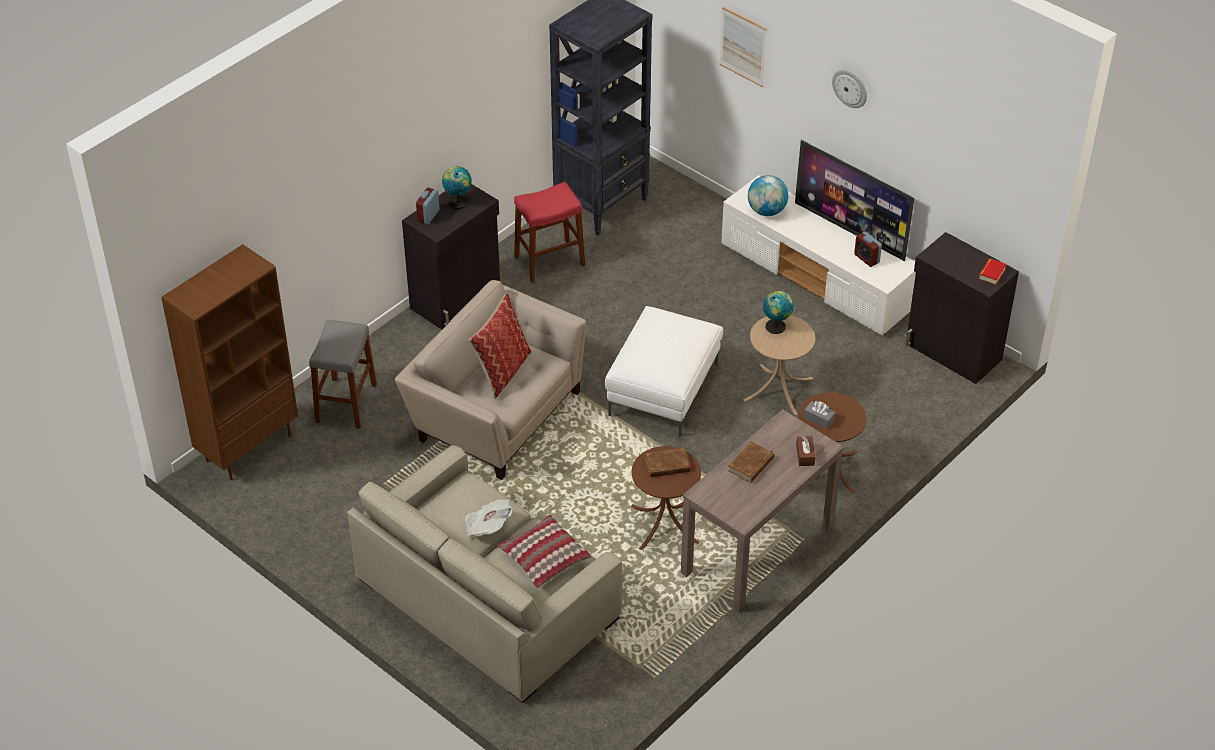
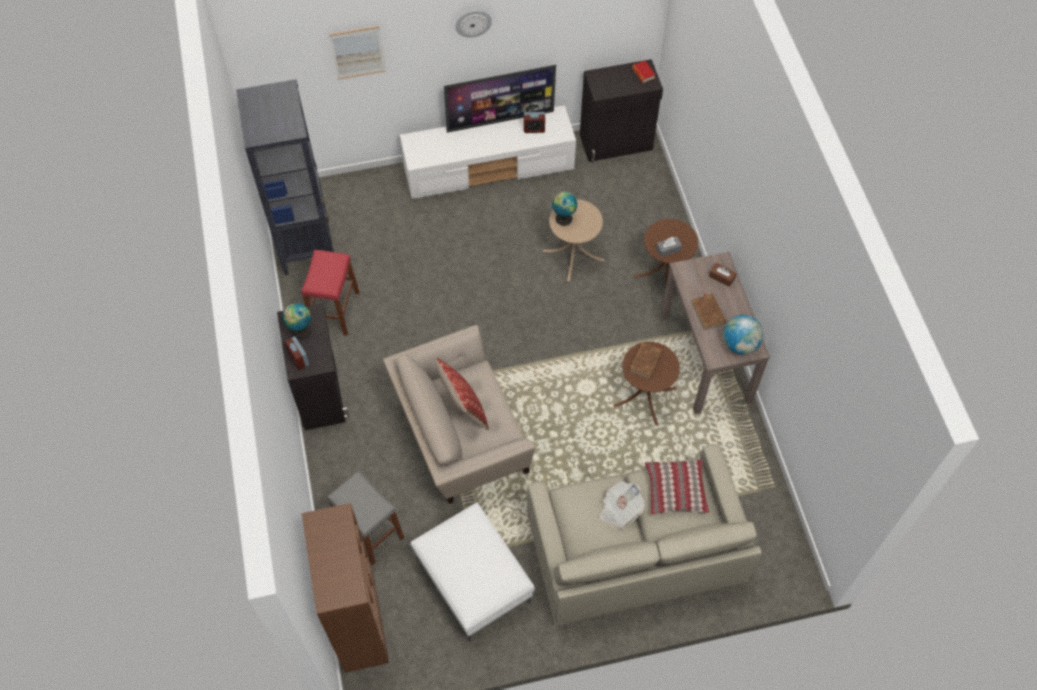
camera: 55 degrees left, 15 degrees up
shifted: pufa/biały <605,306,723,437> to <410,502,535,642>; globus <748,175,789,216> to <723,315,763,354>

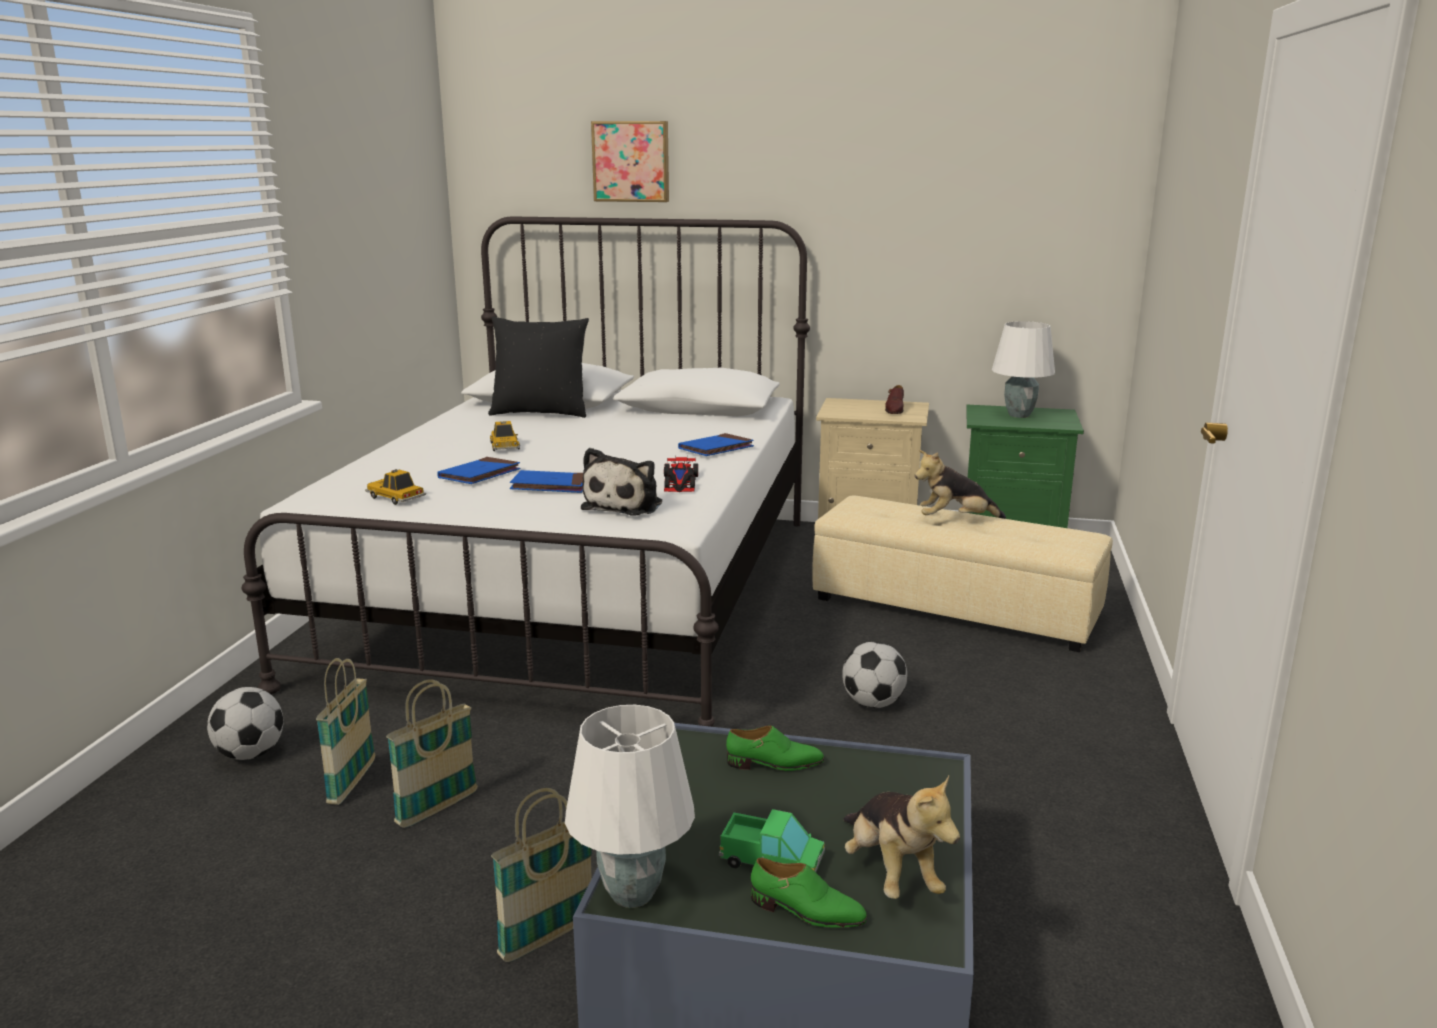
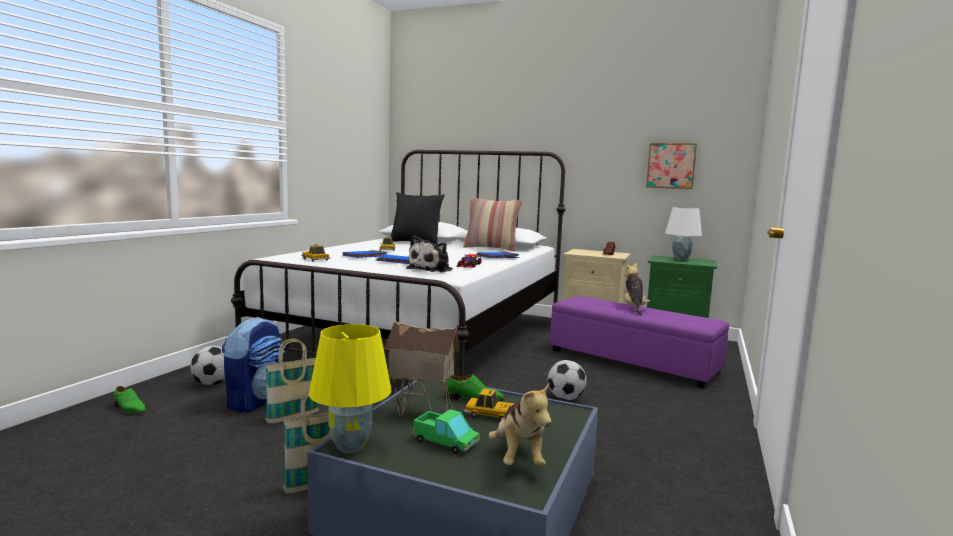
camera: 10 degrees right, 10 degrees down
new: domek <384,321,459,417>; poduszka <463,198,522,252>; samochodzik <464,389,514,421>
shifted: but/zielony <751,858,867,928> to <114,386,146,414>; obraz <591,121,669,202> to <646,143,697,189>
swapped: koszyk <316,658,375,805> to plecak <222,317,285,413>
repainted: lampa stołowa/biały <565,705,695,908> to lampa stołowa/żółty <309,324,392,453>; pufa/beżowy <812,495,1113,652> to pufa/fioletowy <550,296,729,388>
rotated: pluszak <915,450,1006,519> = <624,263,650,316> 90 degrees clockwise

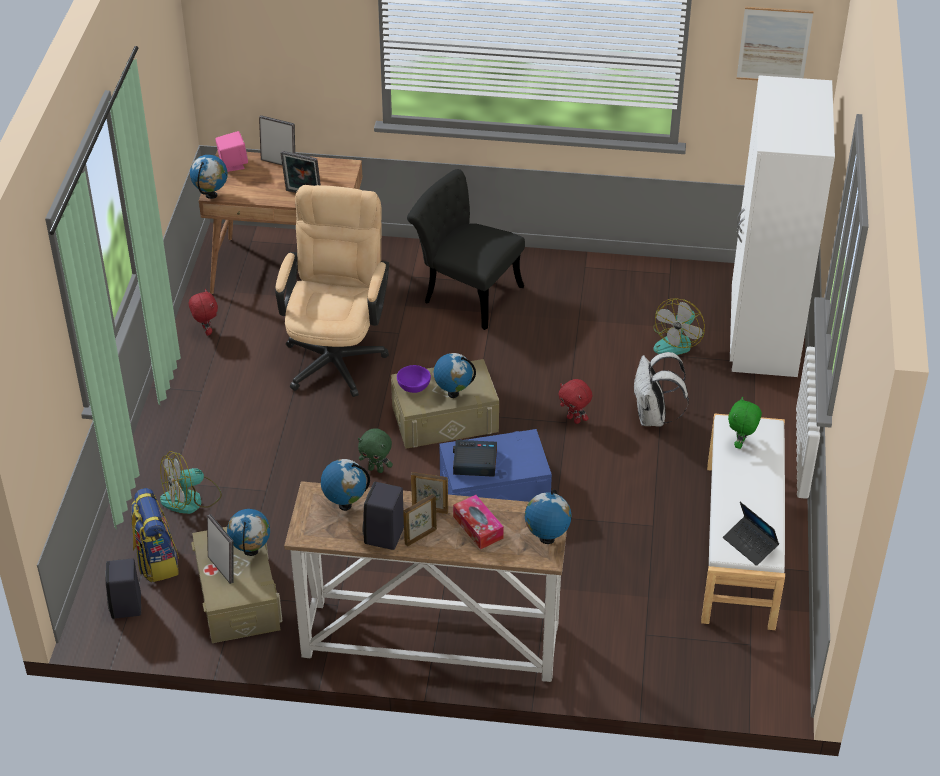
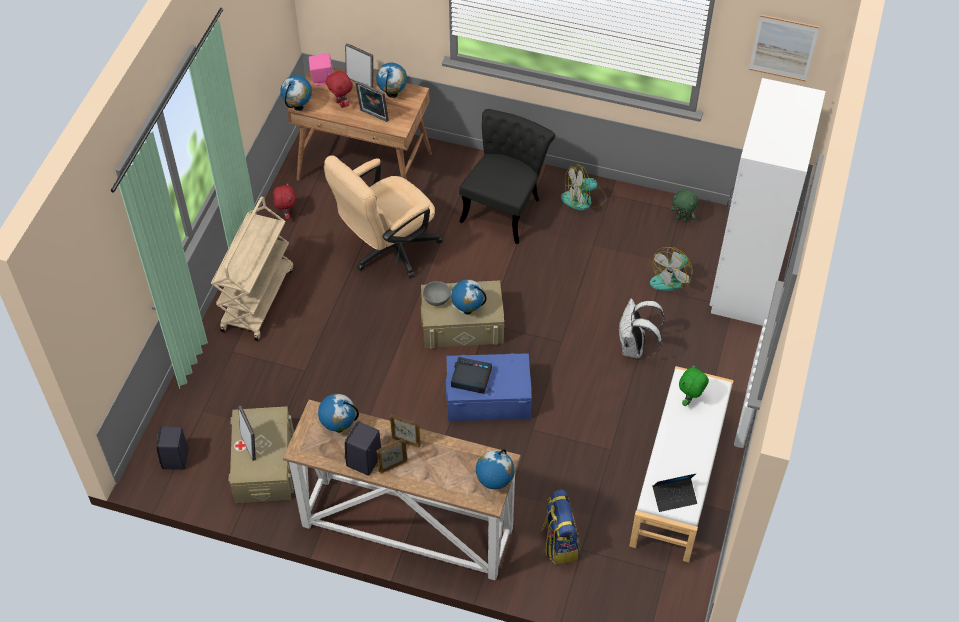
camera: 10 degrees right, 10 degrees up
gone: pudełko chusteczek <453,495,504,549>
new: wózek/beżowy <211,196,293,341>
shifted: pluszak/czerwony <558,379,592,424> to <326,71,353,108>; globus <227,509,270,556> to <376,63,407,98>; plecak <131,488,179,583> to <541,490,580,564>; wentylator <160,451,222,514> to <561,163,606,210>; pluszak/zielony <358,428,393,473> to <670,189,698,222>
repainted: miska/fioletowy <397,365,431,393> to miska/szary <423,281,451,306>
rotated: krzesło biurowe/beżowy <275,185,389,397> = <324,155,443,278> 150 degrees counterclockwise; krzesło/czarny <407,169,525,330> = <459,109,555,244> 75 degrees clockwise; laptop <723,502,779,566> = <653,474,697,512> 75 degrees counterclockwise

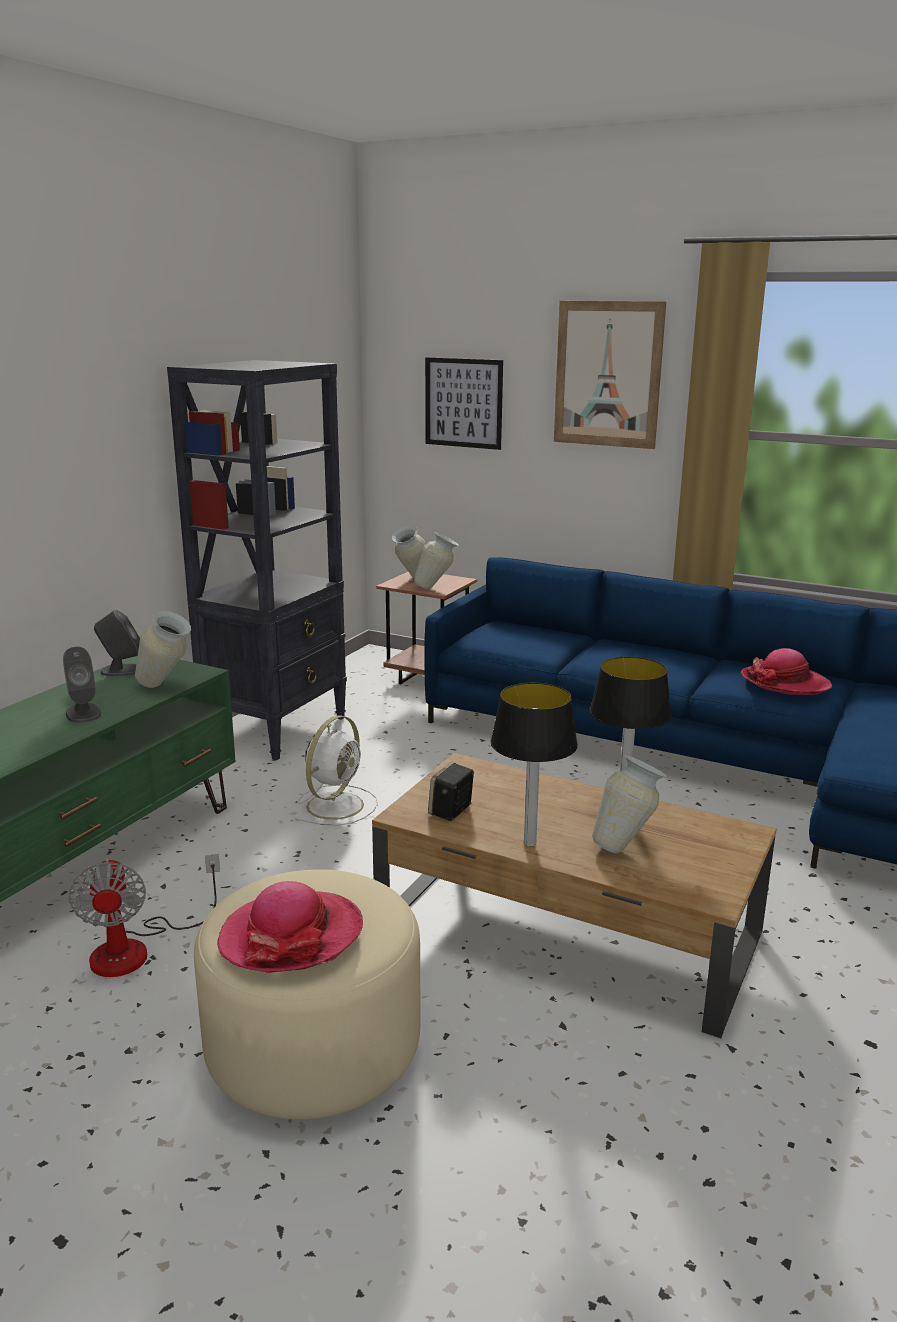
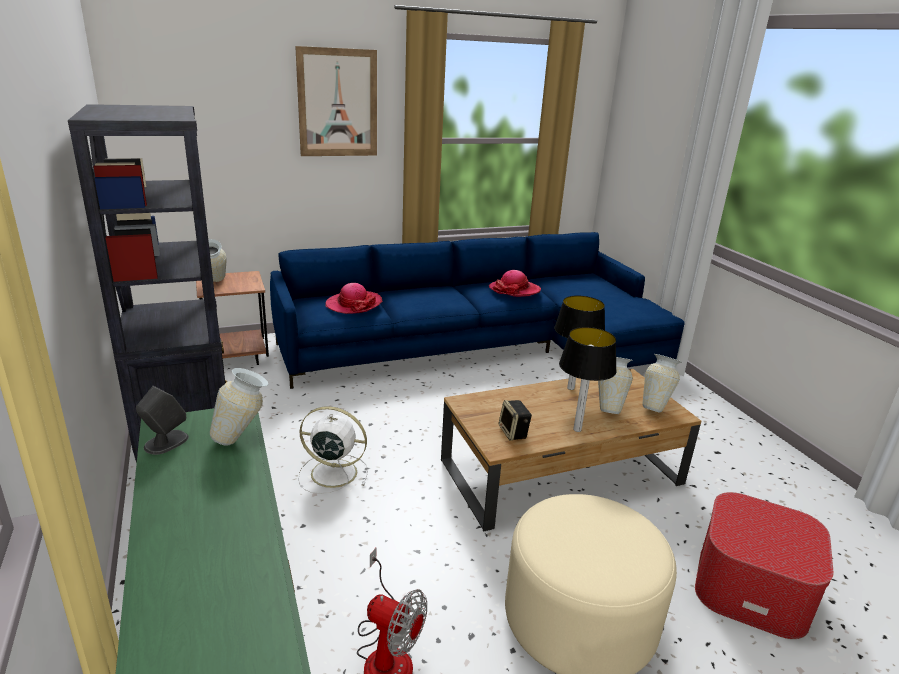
camera: 50 degrees left, 5 degrees up
gone: głośnik/szary <63,647,101,723>; obraz <425,357,503,450>
new: pufa <695,492,834,639>
shifted: kapelusz <217,881,363,973> to <325,283,383,314>; wazon <414,532,459,589> to <642,354,682,413>
rotated: wentylator/biały <296,715,378,826> = <298,406,368,494> 60 degrees counterclockwise

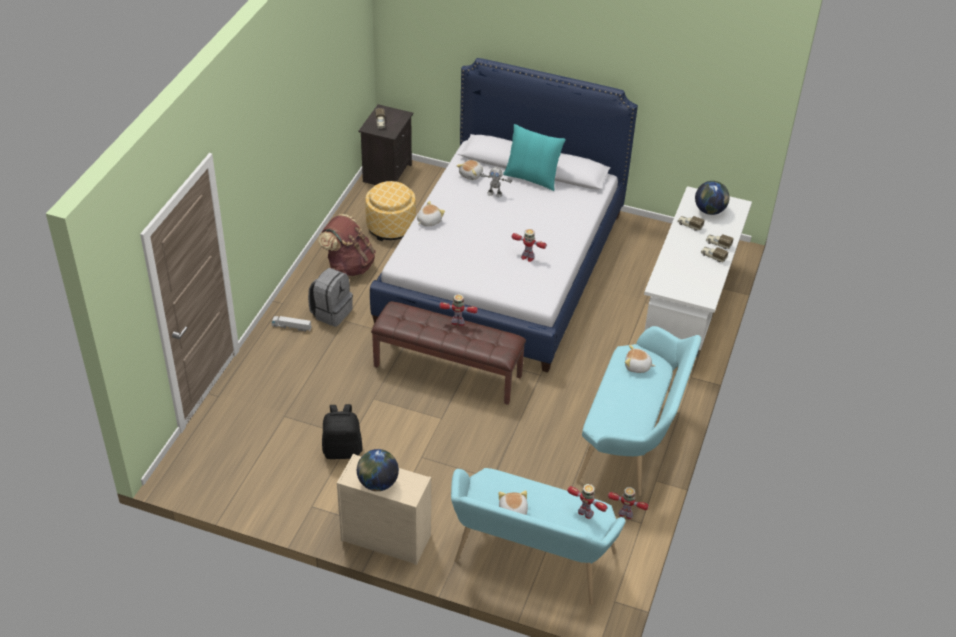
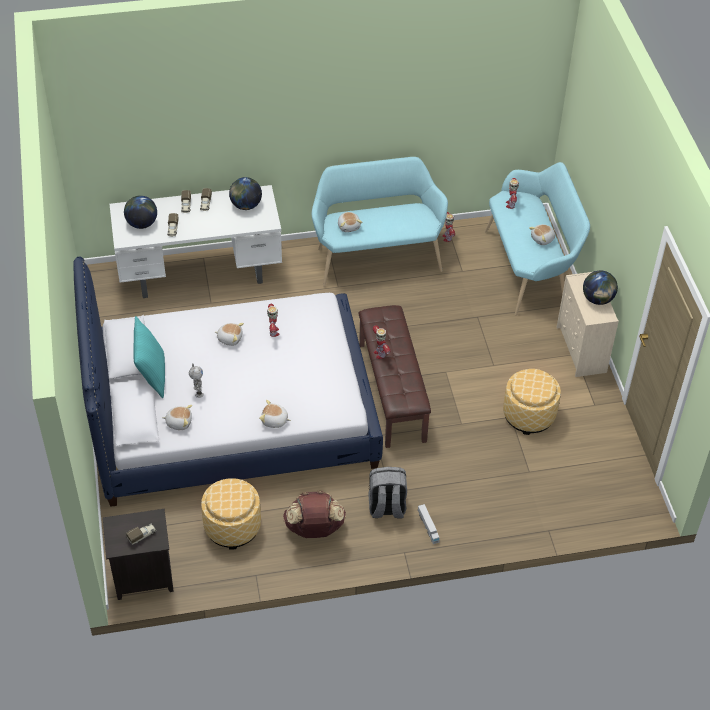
camera: 120 degrees left, 5 degrees up
new: pluszak <214,323,244,346>; globus <229,177,262,210>
swapped: plecak/czarny <322,404,363,459> to pufa <503,369,561,435>

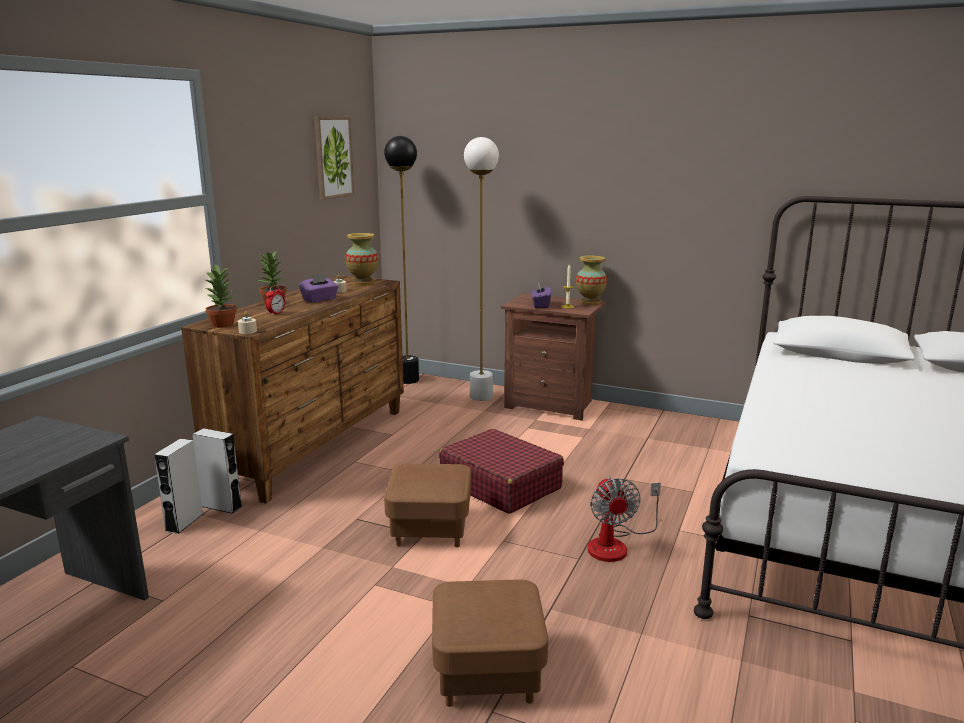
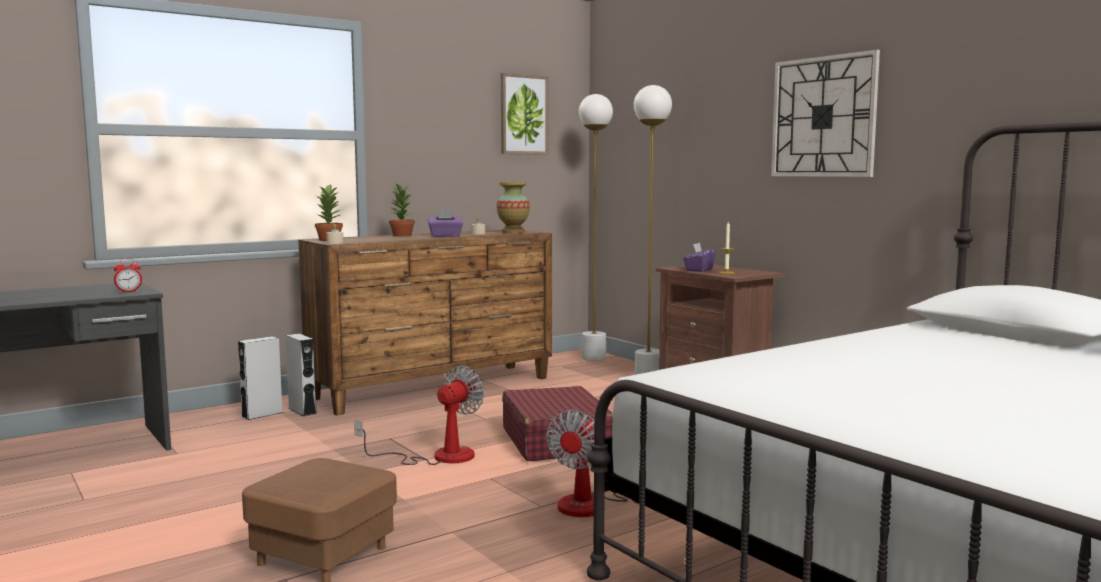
camera: 30 degrees right, 10 degrees down
gone: wazon <576,256,607,306>
new: zegar ścienny <771,50,880,177>
shifted: budzik <266,285,285,315> to <114,258,142,293>
swapped: pufa/brązowy <384,463,471,547> to wentylator <354,365,484,465>
repainted: lampa stojąca/czarny <384,136,419,384> to lampa stojąca/biały <579,94,613,361>

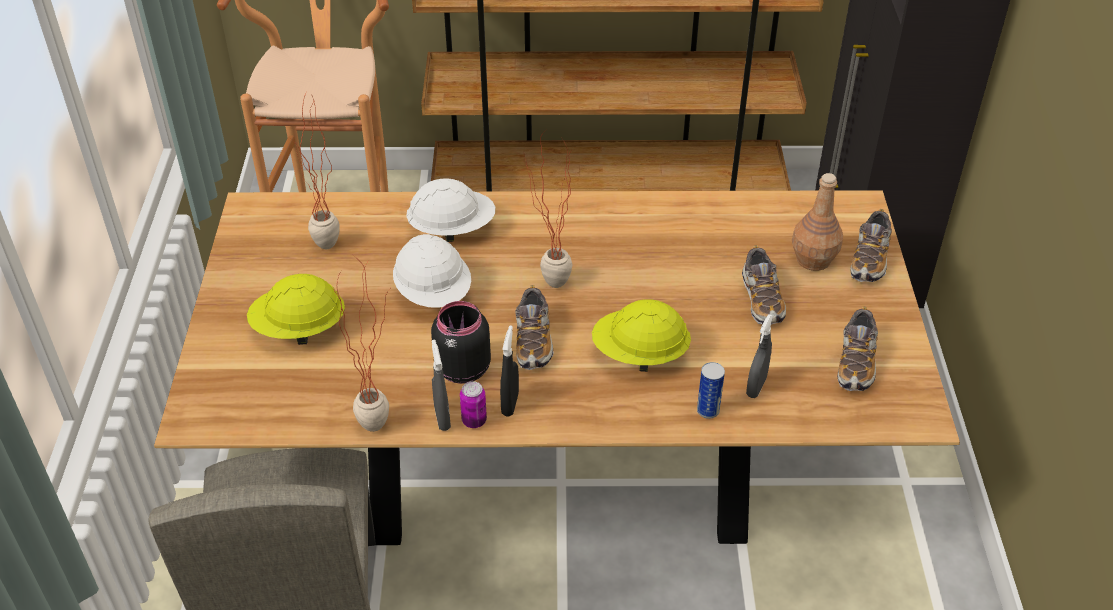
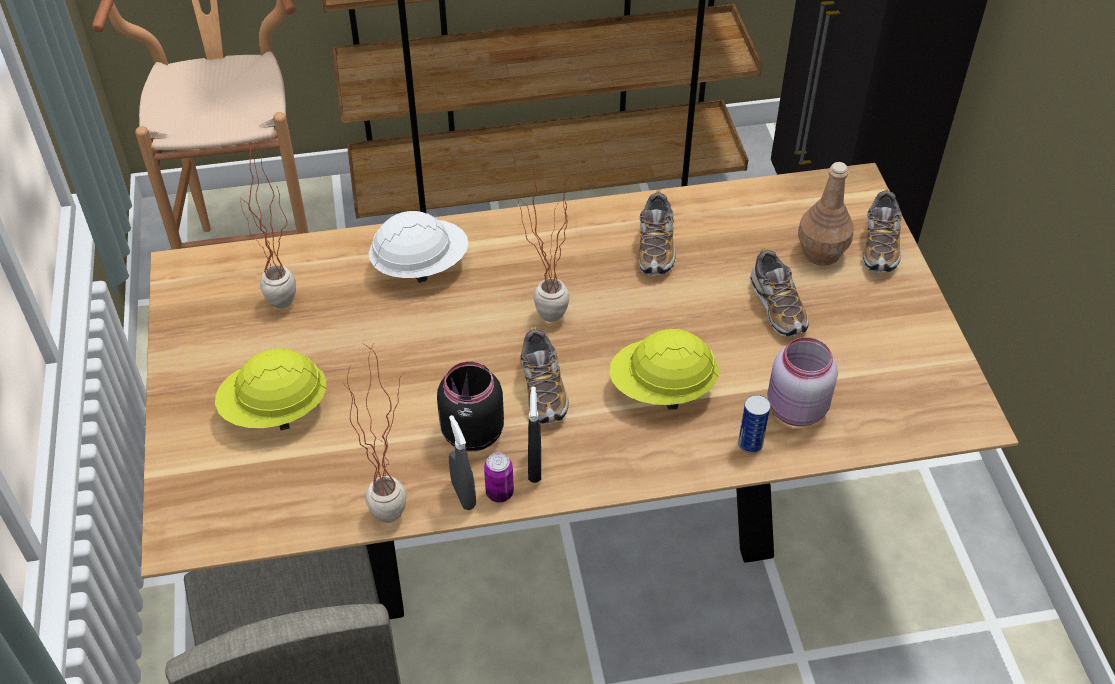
camera: 10 degrees left, 5 degrees up
gone: kask/biały <393,234,471,308>
shifted: but <837,306,878,391> to <638,190,676,276>
swapped: spryskiwacz/szary <746,314,773,398> to słoik/różowy <767,337,838,427>

